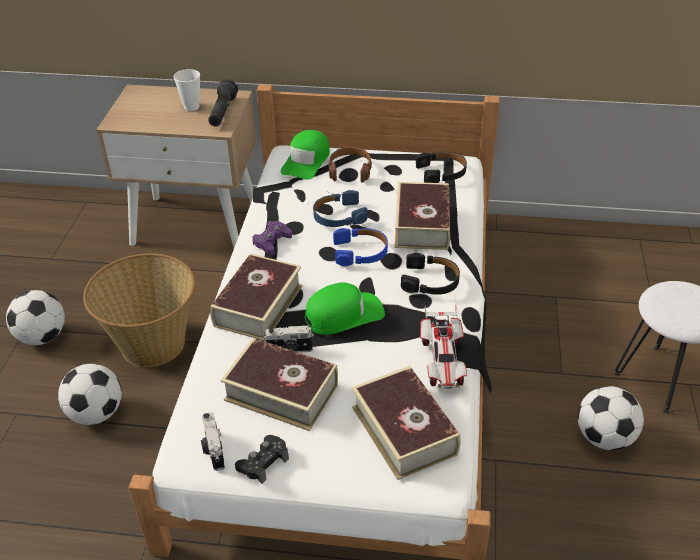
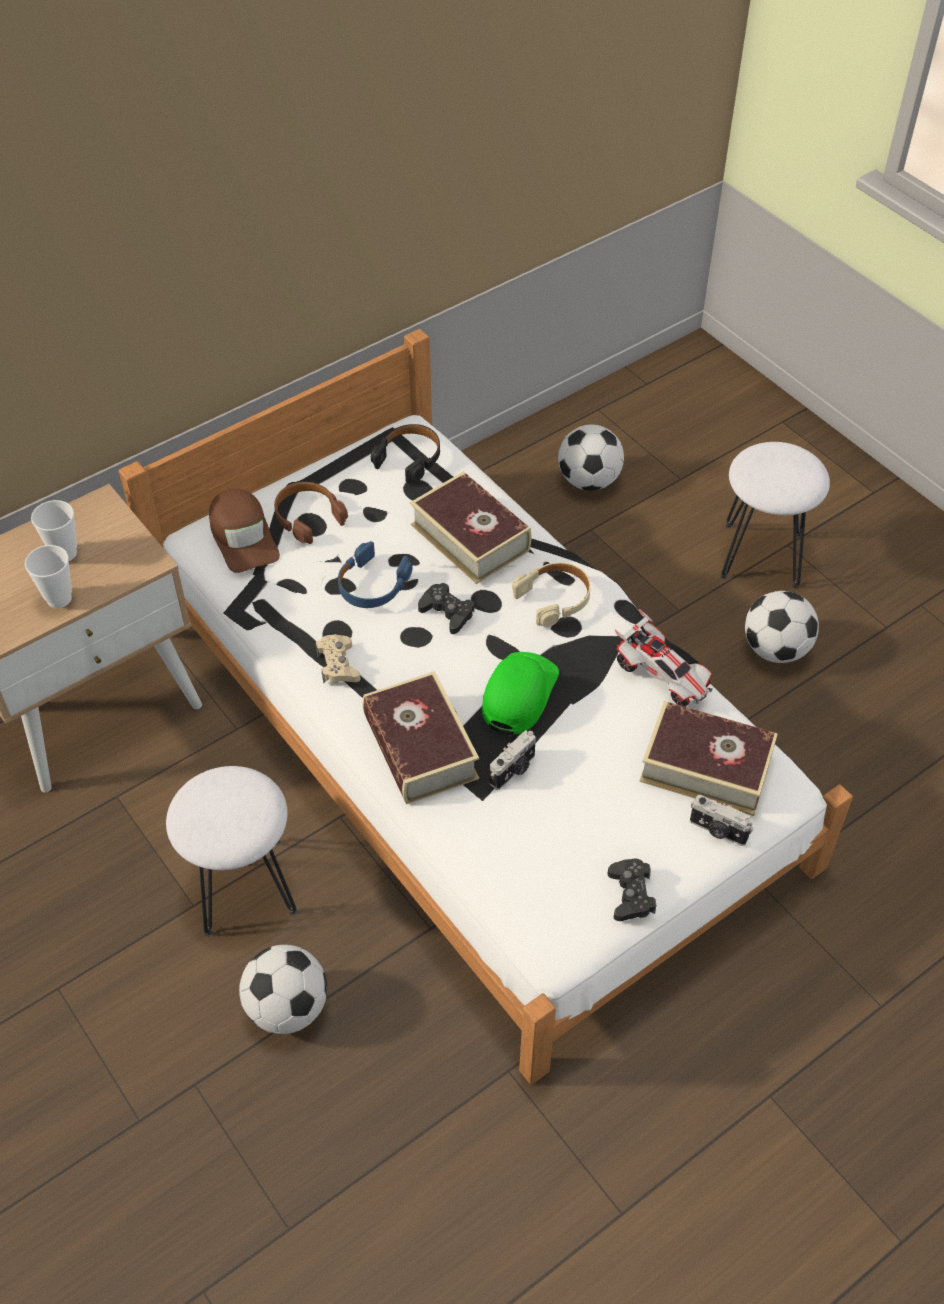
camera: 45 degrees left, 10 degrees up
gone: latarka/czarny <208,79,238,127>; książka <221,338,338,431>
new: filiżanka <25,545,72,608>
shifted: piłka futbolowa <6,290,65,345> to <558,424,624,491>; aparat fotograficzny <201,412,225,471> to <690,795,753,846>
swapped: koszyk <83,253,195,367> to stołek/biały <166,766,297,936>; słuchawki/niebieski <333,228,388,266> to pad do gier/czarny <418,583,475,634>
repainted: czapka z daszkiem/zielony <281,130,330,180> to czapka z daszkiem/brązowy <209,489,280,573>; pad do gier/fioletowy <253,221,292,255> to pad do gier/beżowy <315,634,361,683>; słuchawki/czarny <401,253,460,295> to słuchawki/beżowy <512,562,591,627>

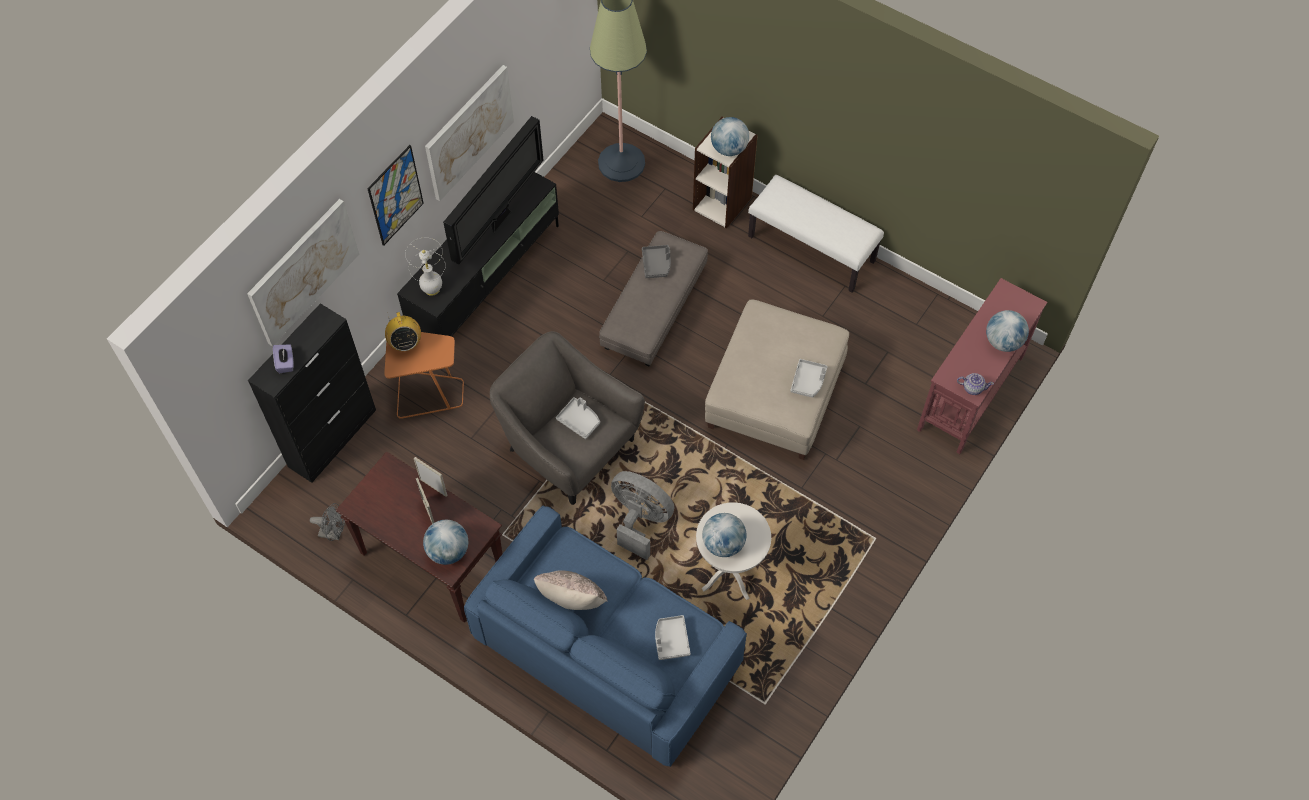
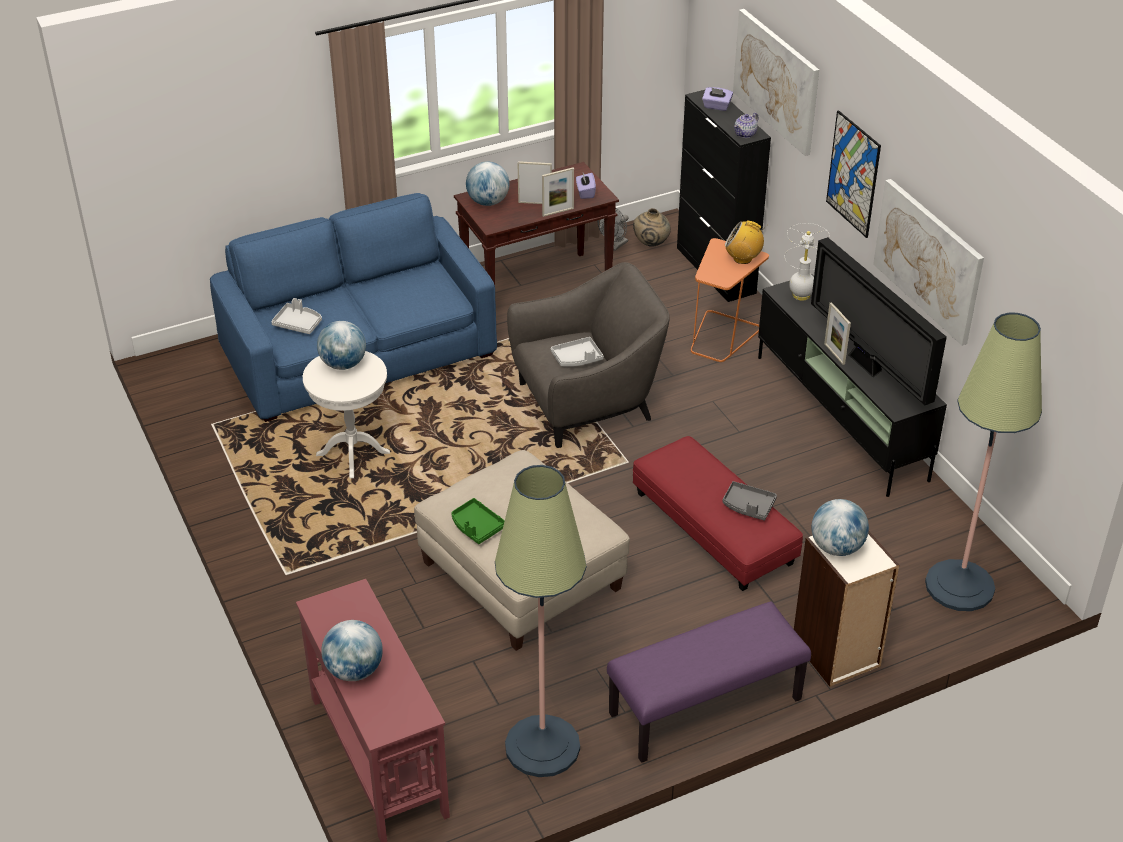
camera: 120 degrees right, 20 degrees down
gone: poduszka/beżowy <534,570,608,610>; wentylator/szary <611,471,675,560>
new: lampa stojąca <495,465,587,777>; pudełko chusteczek/fioletowy <576,173,596,199>; wazon/beżowy <633,208,671,247>; ramka na zdjęcie <824,302,851,365>
shifted: imbryk <957,373,994,395> to <734,113,758,138>
repainted: taca/szary <790,359,828,398> to taca/zielony <451,498,505,544>; ławka/biały <748,175,884,293> to ławka/fioletowy <607,602,811,763>; pufa/szary <599,231,708,367> to pufa/czerwony <633,436,803,591>

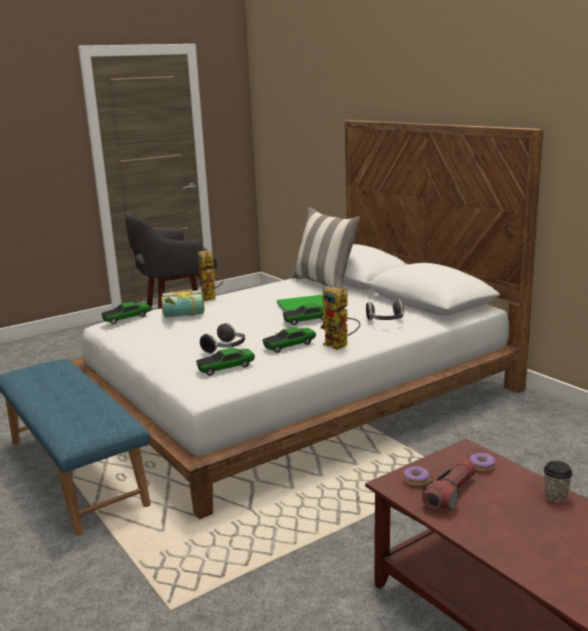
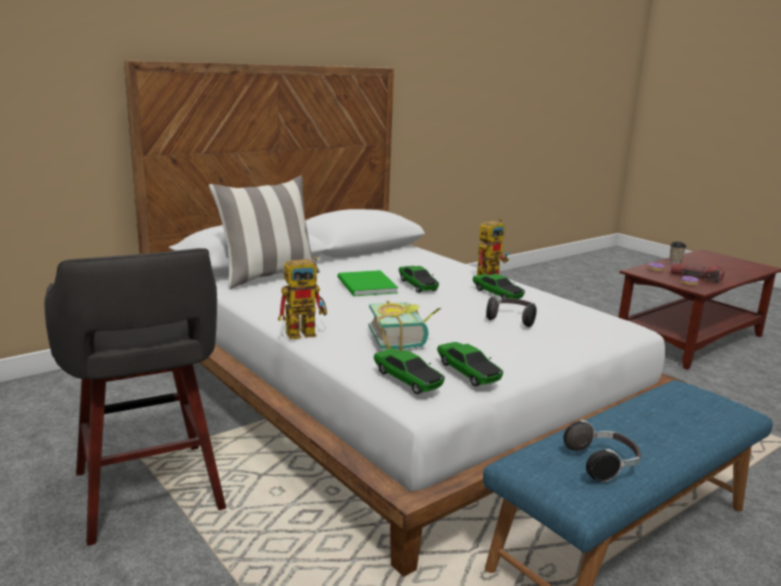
camera: 95 degrees left, 0 degrees up
shifted: samochodzik <196,348,255,376> to <437,342,503,386>; słuchawki <366,299,404,320> to <563,420,641,483>

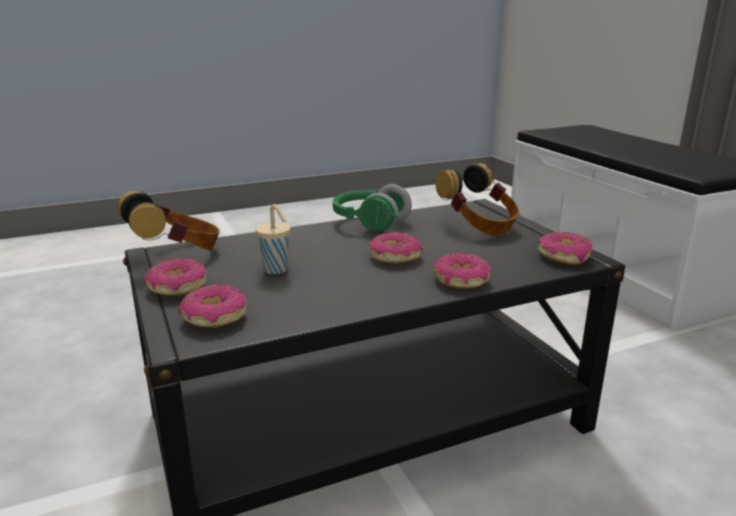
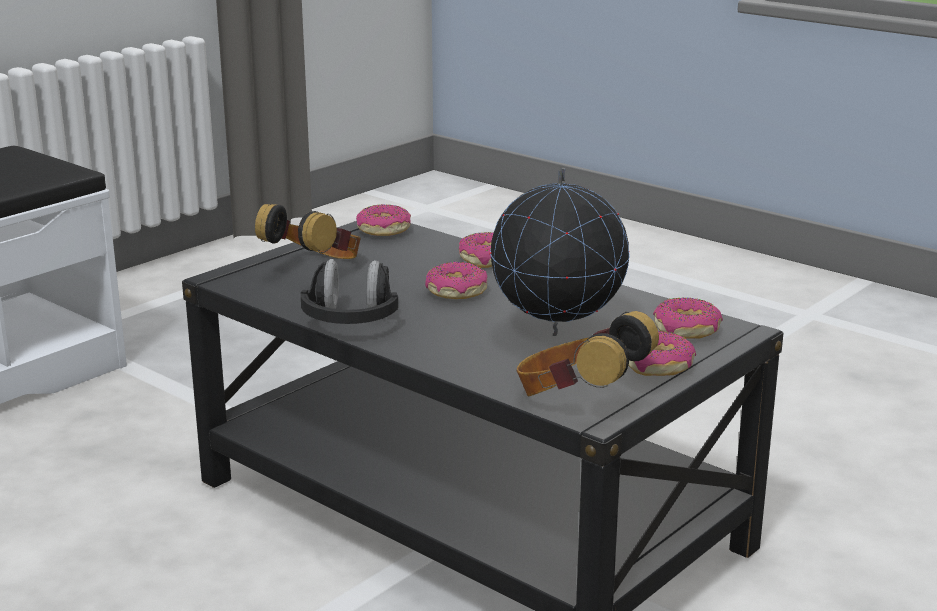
camera: 115 degrees left, 0 degrees up
swapped: filiżanka/beżowy <256,204,291,274> to globus <490,168,630,336>
repainted: słuchawki/zielony <333,184,412,231> to słuchawki/czarny <301,259,398,324>

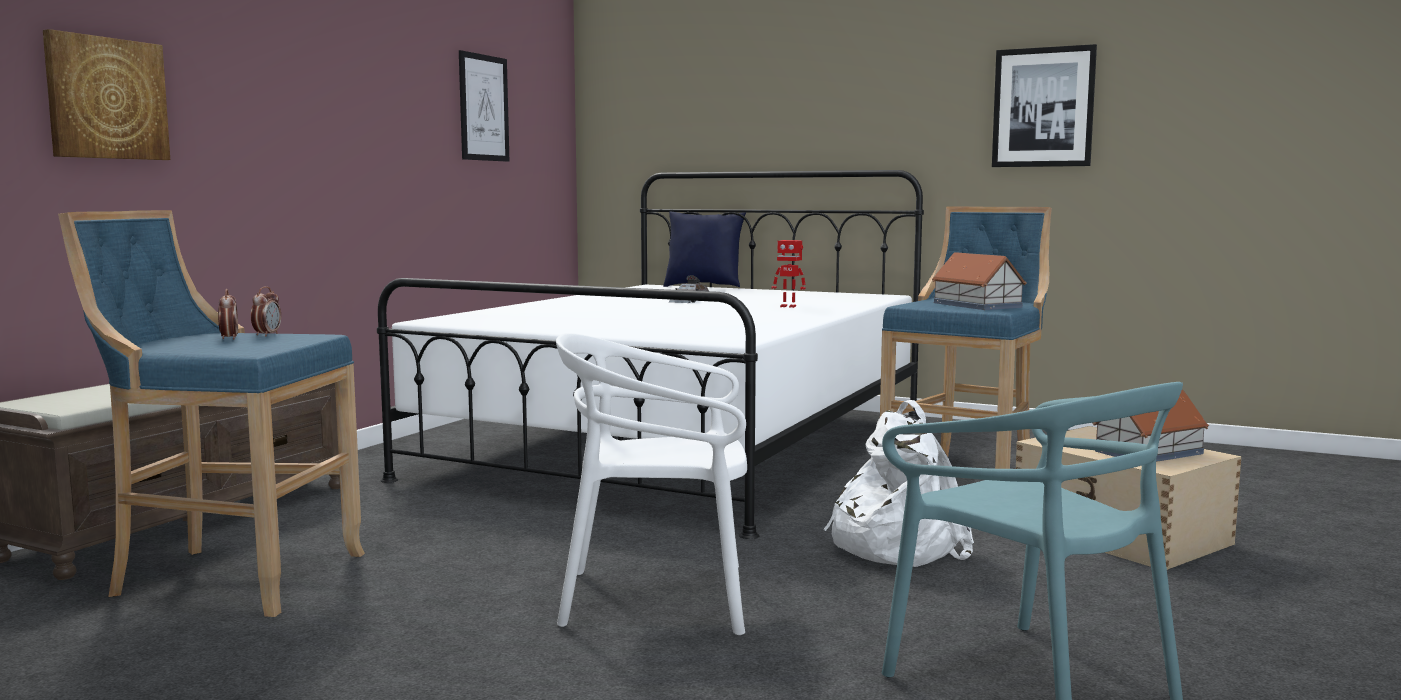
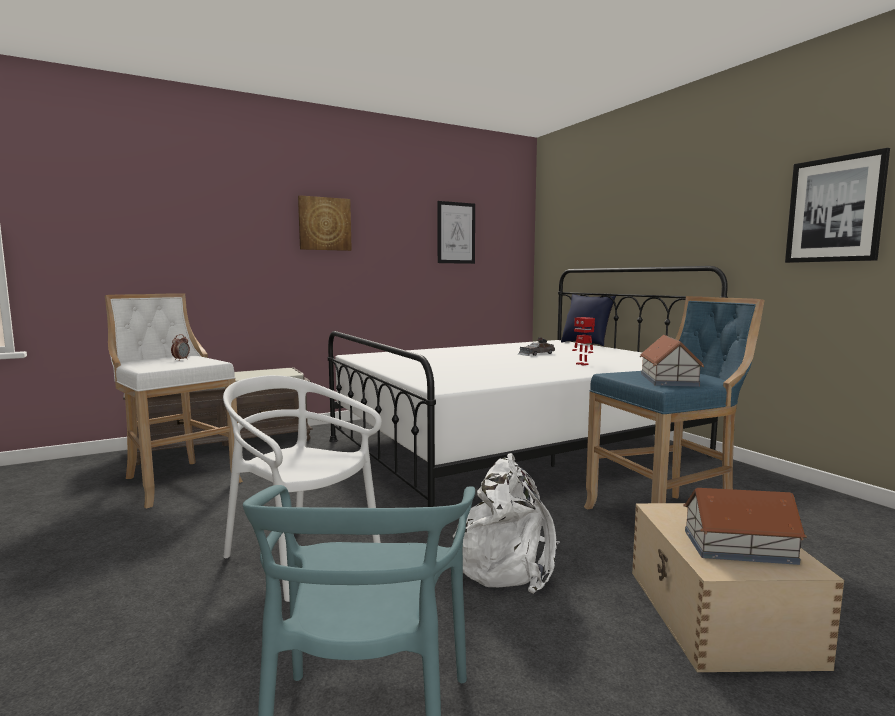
camera: 35 degrees right, 0 degrees up
gone: budzik <251,286,281,336>
shifted: obraz <43,29,170,160> to <298,195,352,251>
repainted: stołek/niebieski <58,210,365,617> to stołek/biały <105,293,243,509>

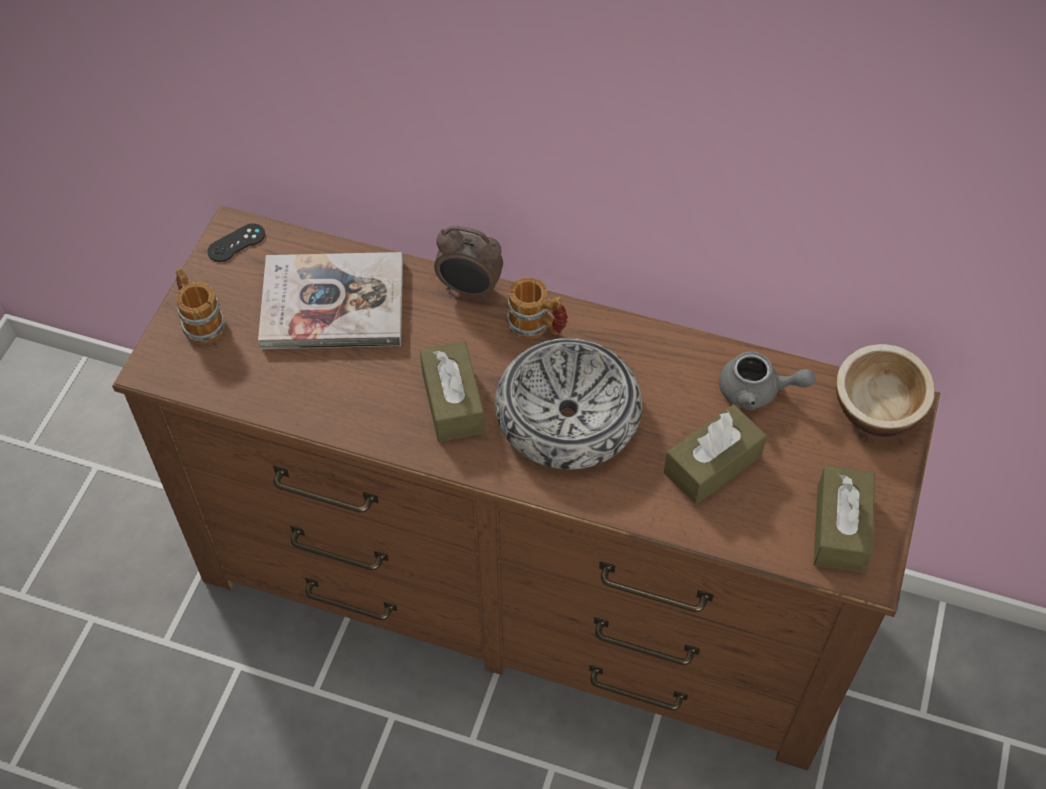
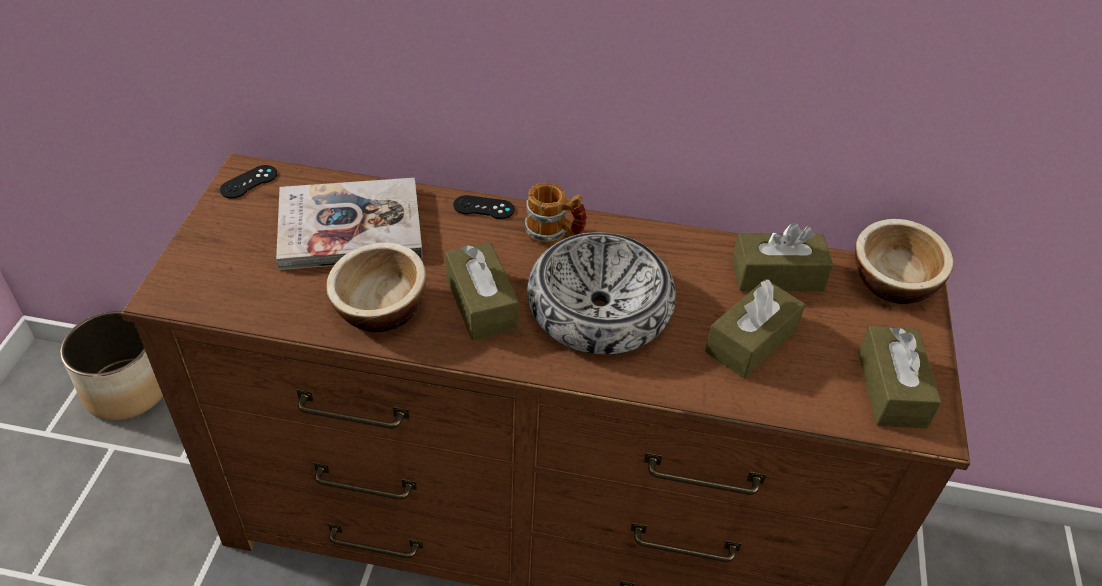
camera: 10 degrees left, 10 degrees down
gone: kubek <176,268,226,344>
new: donica <60,311,163,420>; miska <326,242,426,332>
swapped: budzik <434,226,503,300> to pad do gier/czarny <453,195,515,219>; imbryk/szary <719,351,815,410> to pudełko chusteczek/brązowy <732,223,833,291>

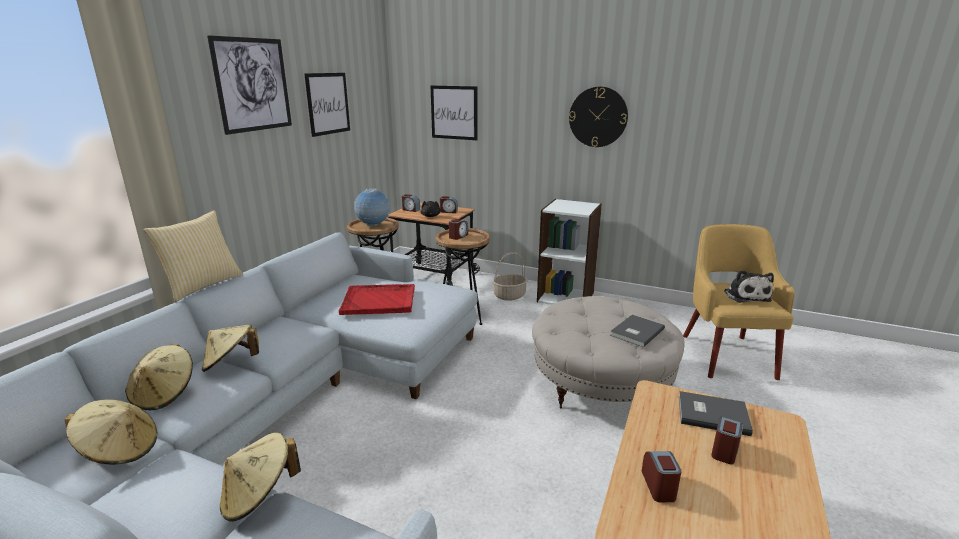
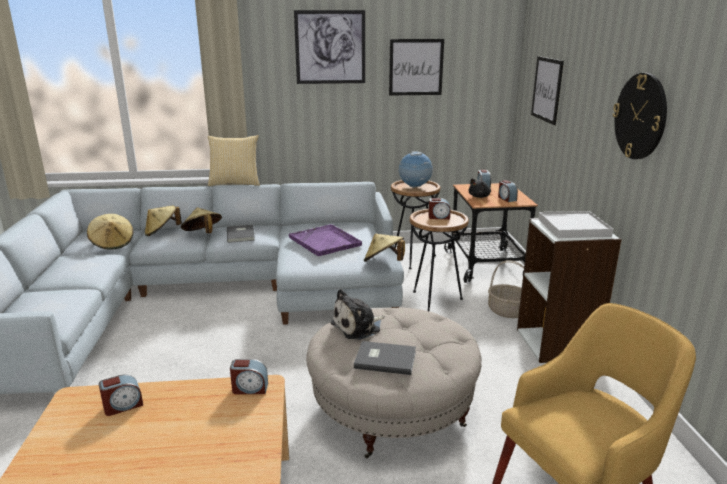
camera: 60 degrees right, 0 degrees up
new: taca/biały <538,211,613,238>
shifted: książka/szary <679,391,753,436> to <227,225,255,243>; budzik <711,416,743,464> to <230,359,268,394>; pluszak <724,270,774,303> to <331,289,385,340>; kapelusz/beżowy <220,433,301,522> to <364,234,405,262>
repainted: taca/czerwony <339,284,415,315> to taca/fioletowy <289,224,362,256>

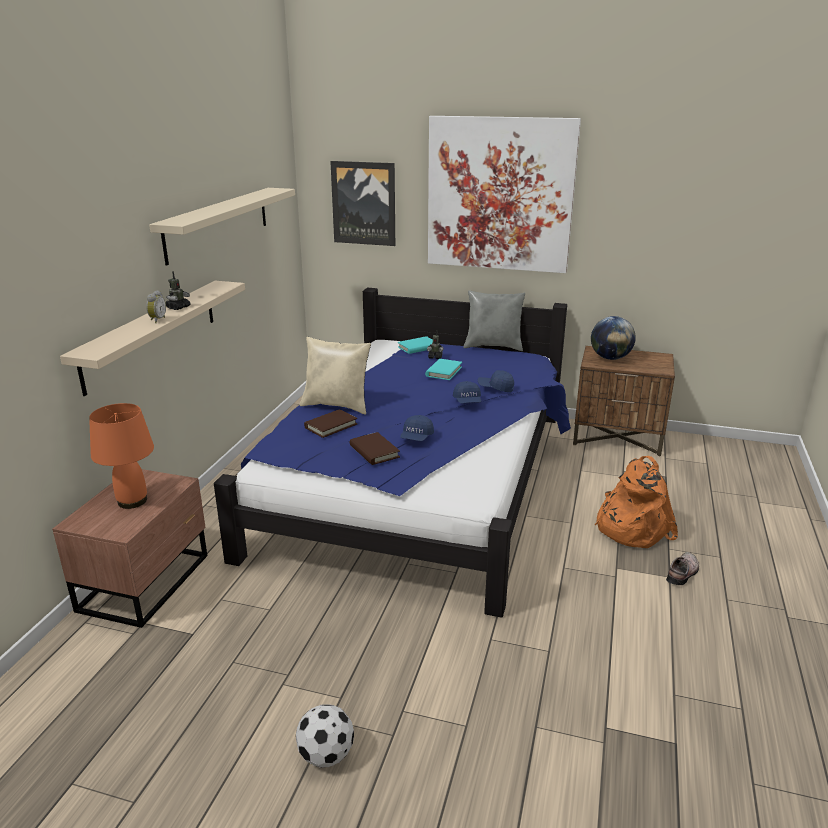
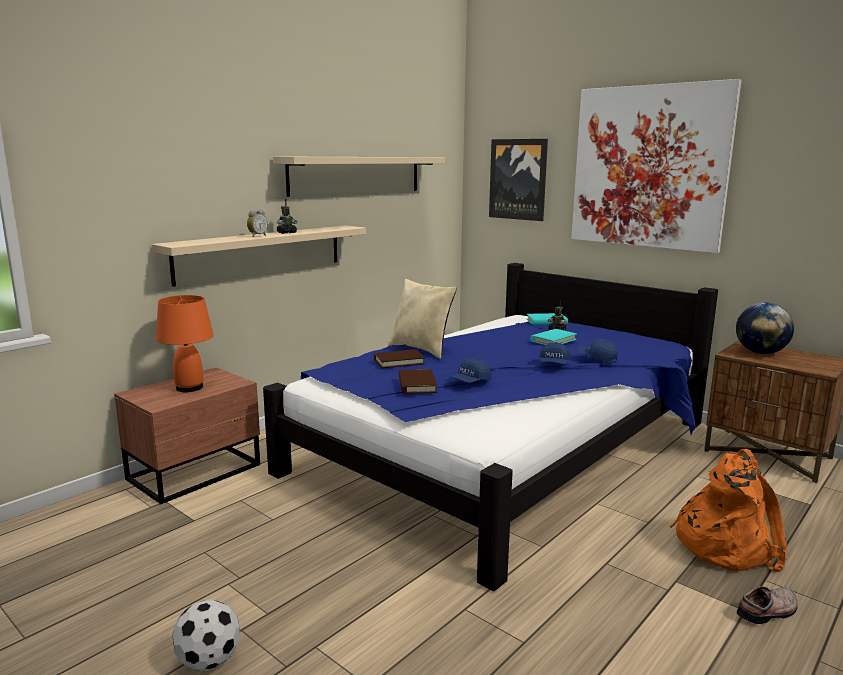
camera: 25 degrees right, 10 degrees down
gone: poduszka/szary <463,291,525,351>

